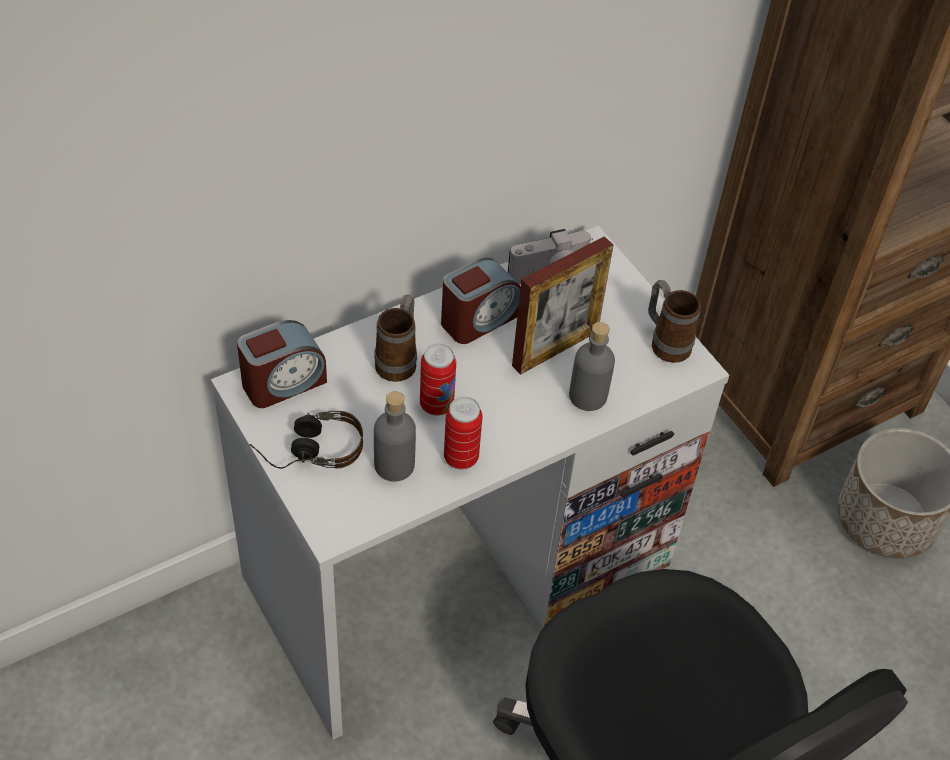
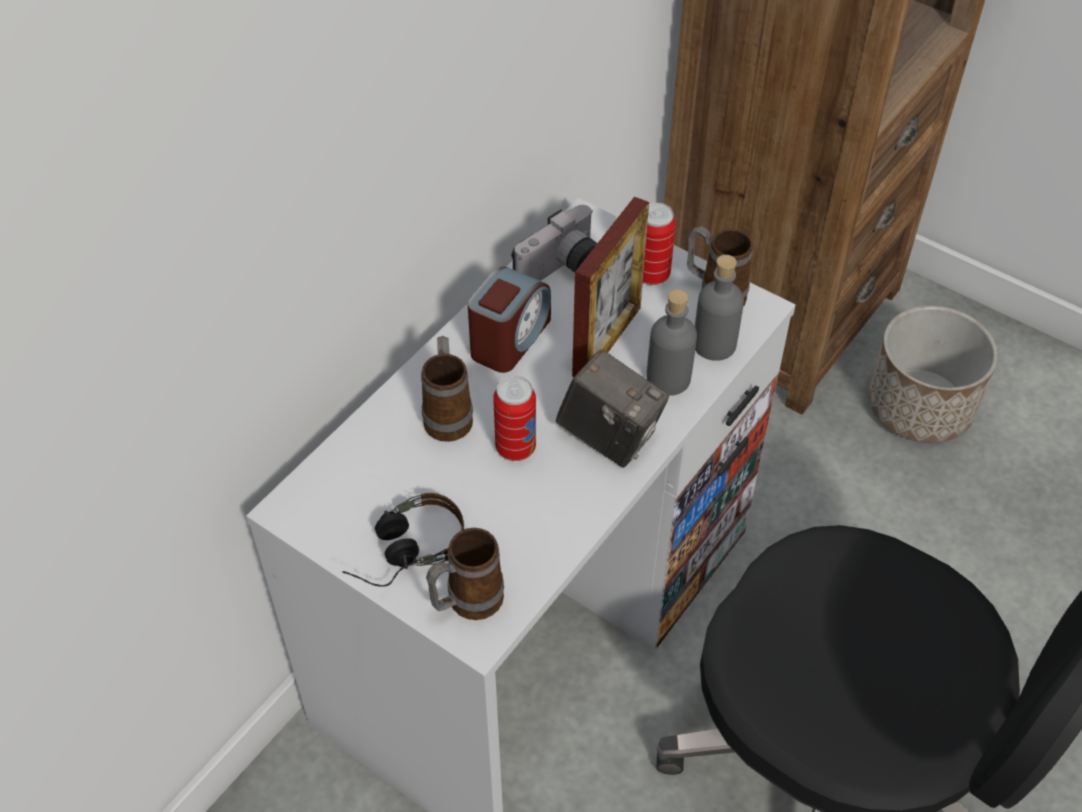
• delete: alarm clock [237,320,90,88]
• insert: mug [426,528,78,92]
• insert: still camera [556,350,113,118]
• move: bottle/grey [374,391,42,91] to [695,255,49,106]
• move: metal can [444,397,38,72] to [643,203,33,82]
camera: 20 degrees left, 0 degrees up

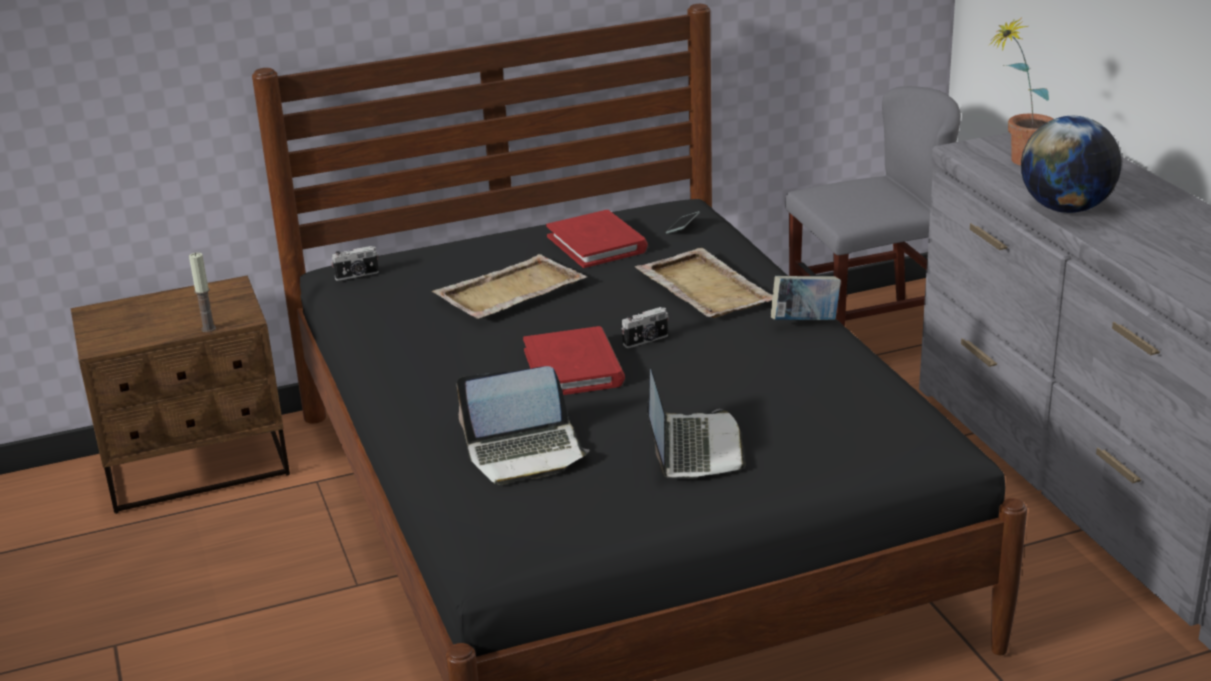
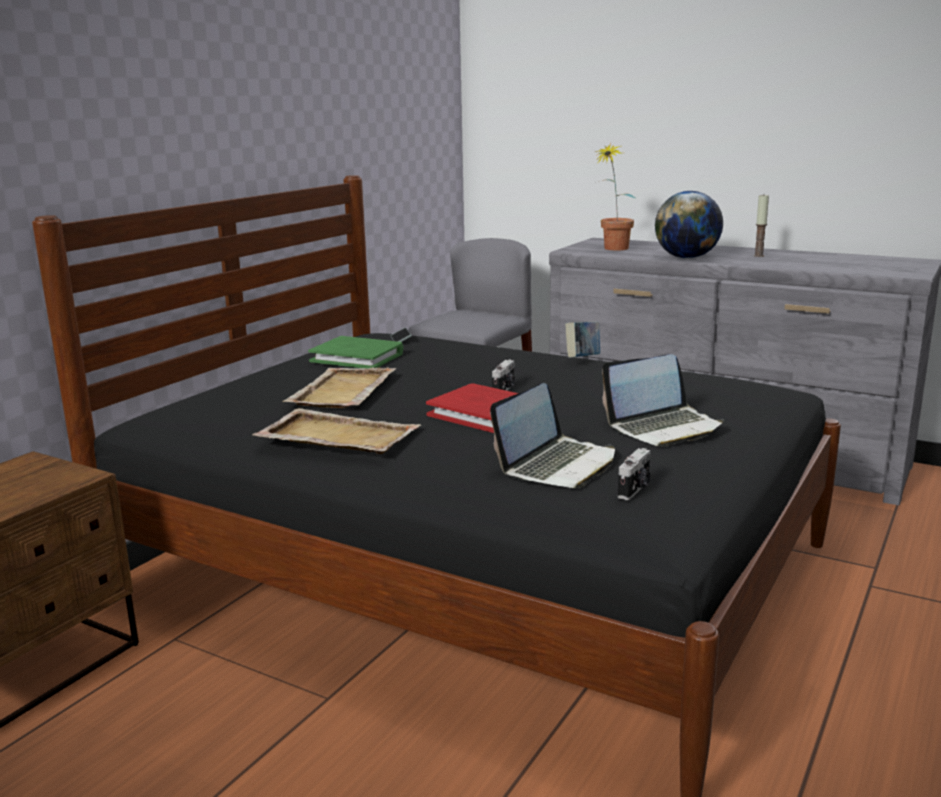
• move: wax candle [189,252,27,80] to [754,195,15,62]
• move: still camera [331,246,48,35] to [618,448,33,52]
• move: carrying tray/beige [635,248,138,70] to [252,408,169,46]
• recolor: volume/red [546,210,102,58] to volume/green [308,336,95,33]
• rotate: laptop [647,369,99,110] = [602,354,122,93] 105 degrees clockwise
camera: 40 degrees left, 10 degrees down

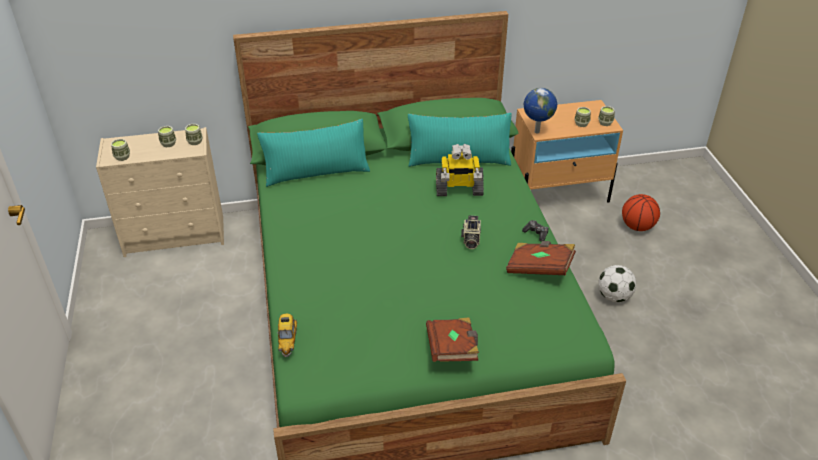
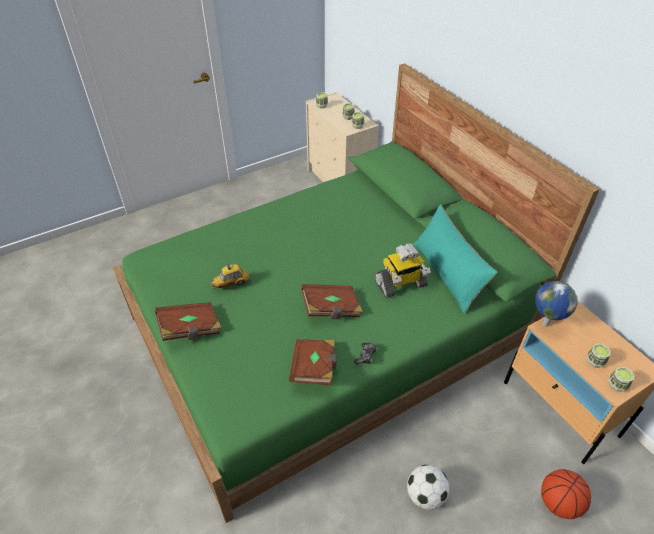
• delete: cushion/blue-green [257,119,113,68]
• move: miniature car [277,314,20,43] to [211,263,39,26]
• replace: still camera [461,215,20,34] to volume/brown-coloured [301,284,62,35]
• rotate: toy robot [436,144,48,52] = [375,243,56,55] 90 degrees counterclockwise
camera: 70 degrees right, 5 degrees up

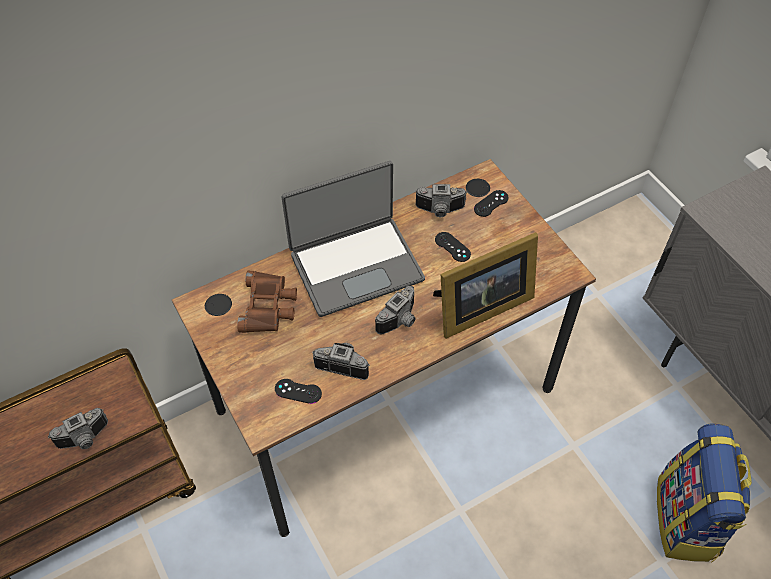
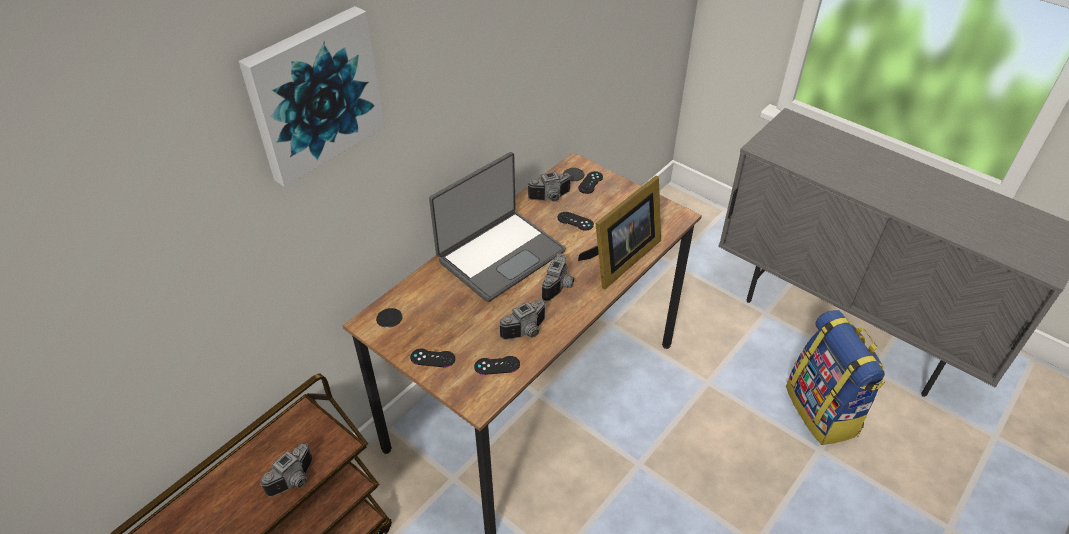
• delete: field glasses/brown-coloured [237,271,60,62]
• insert: wall picture [239,6,146,181]
• insert: game controller/blackish [410,348,45,19]
• rotate: still camera [312,343,58,37] = [499,300,46,40] 150 degrees clockwise
camera: 20 degrees left, 10 degrees down

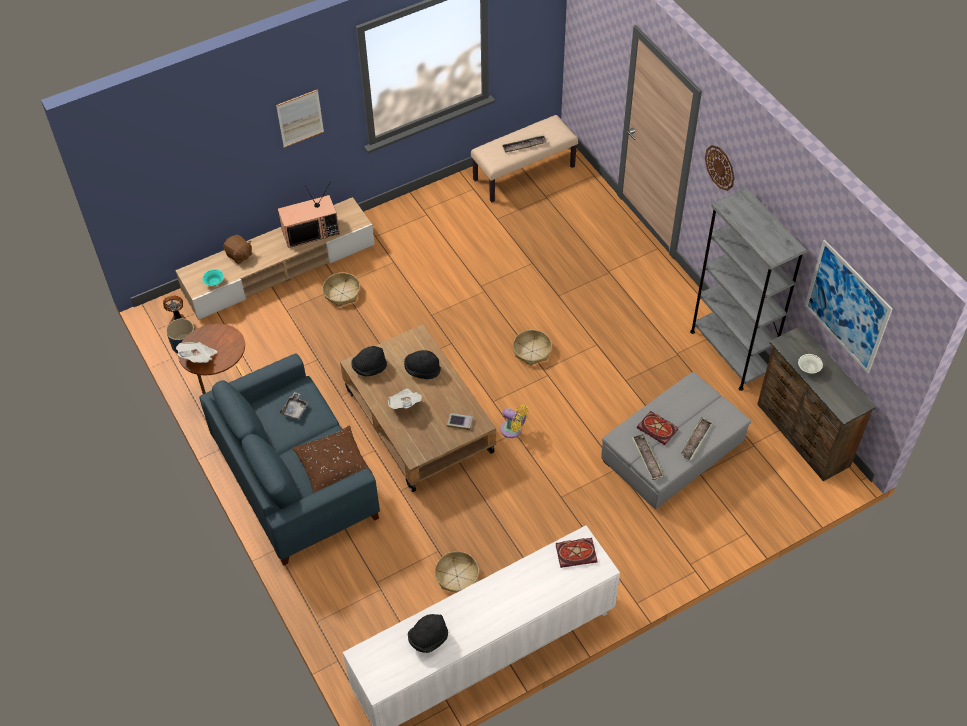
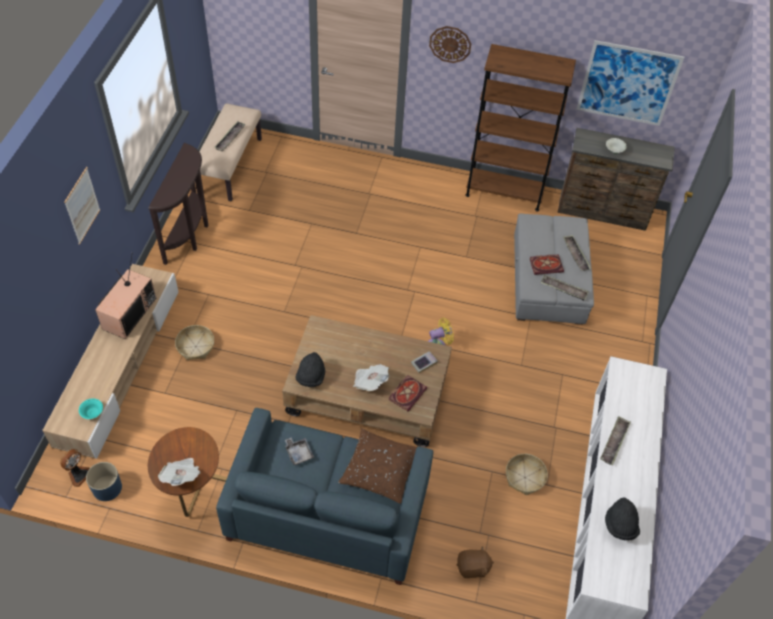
• delete: wearable hat/blackish [404,350,37,29]
• delete: basket [513,330,39,36]
• insert: narrow table/brown-coloured [148,143,60,122]
• insert: carrying tray [600,416,31,49]
• move: soft toy/brown-coloured [223,235,29,29] to [457,546,37,32]
• move: volume [556,538,42,30] to [389,375,38,37]
• recolor: bookcase/grey [690,188,117,203] to bookcase/brown-coloured [465,44,111,167]
camera: 50 degrees left, 0 degrees up

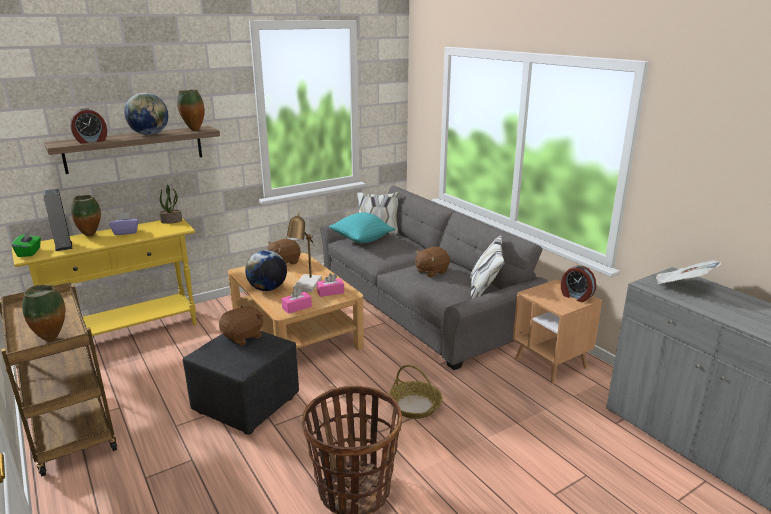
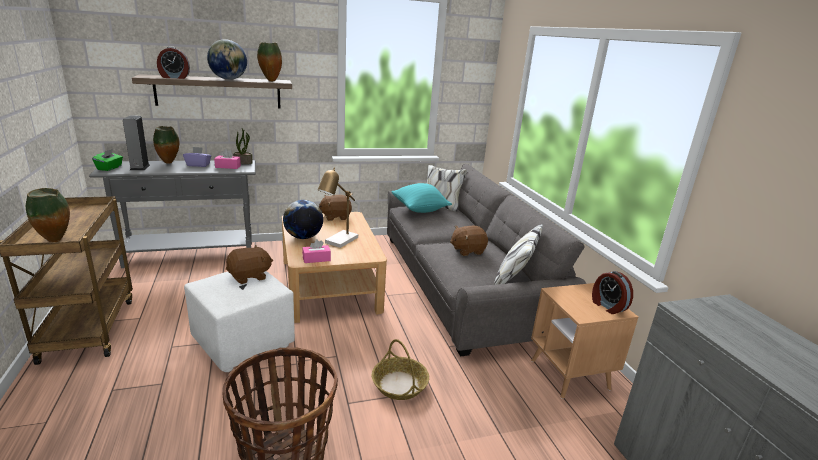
• delete: daily paper [656,260,65,24]
• move: tissue holder/pink [317,273,27,24] to [214,149,27,20]
• recolor: narrow table/yellowish [11,218,186,118] to narrow table/grey [89,160,167,108]
• recolor: pouffe/blackish [183,330,116,105] to pouffe/white-coloured [184,271,111,101]
camera: 15 degrees right, 0 degrees up

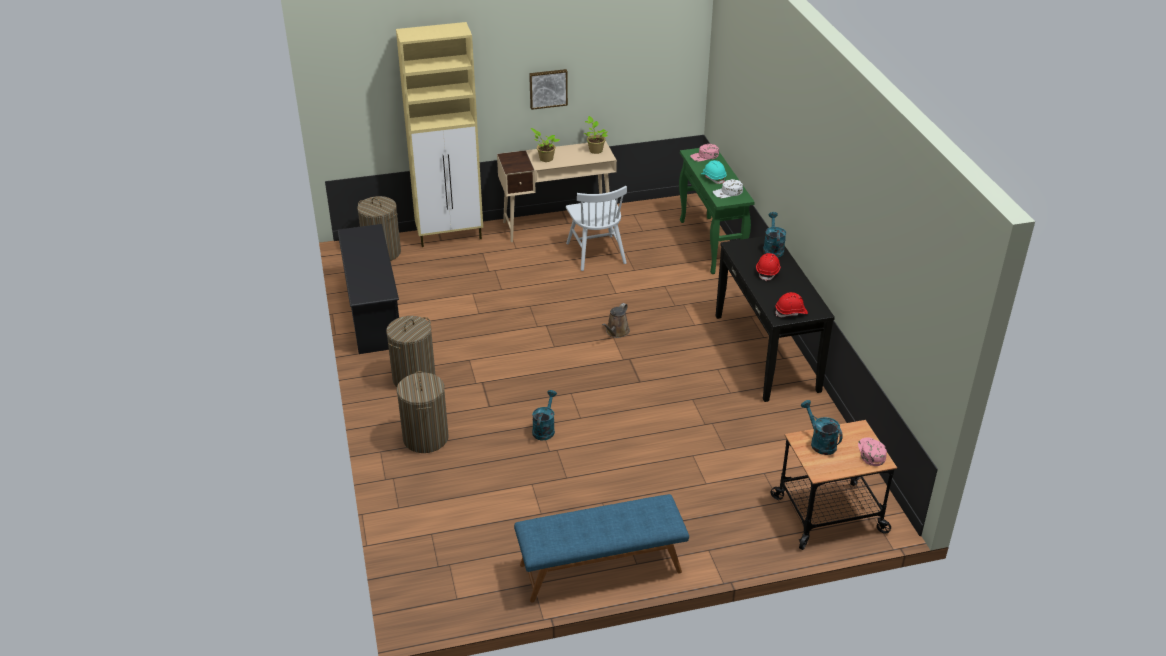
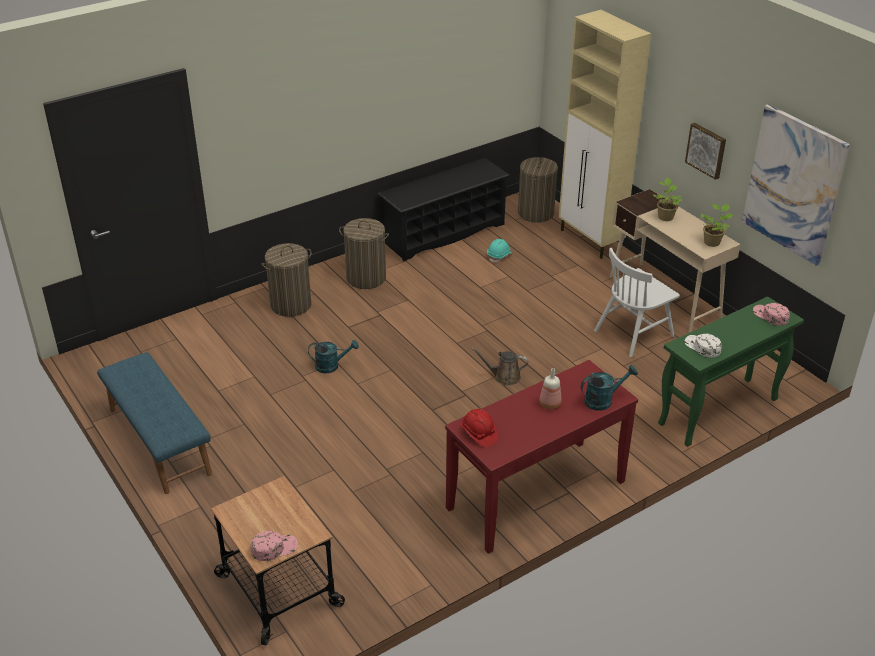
• delete: watering can/blue-green [801,400,42,55]
• insert: wall picture [742,104,108,162]
• move: hard hat/blue-green [701,160,26,24] to [487,239,25,24]
• replace: hard hat/red [756,253,25,28] to bottle [540,368,21,41]
• recolor: narrow table/blackish [716,236,119,166] to narrow table/red [445,360,193,194]
camera: 70 degrees right, 0 degrees up

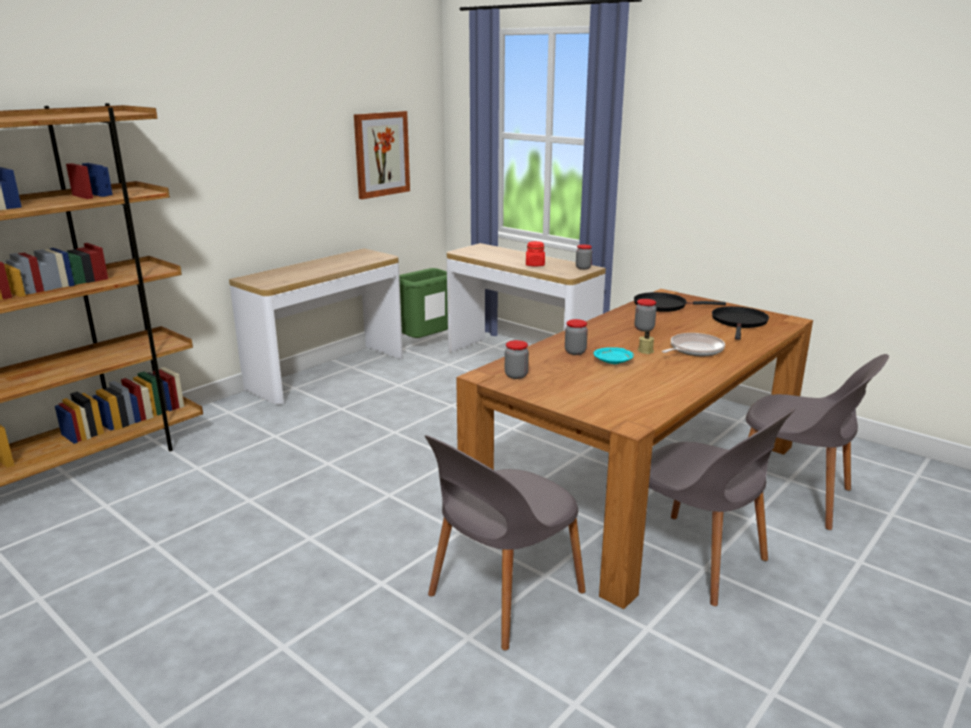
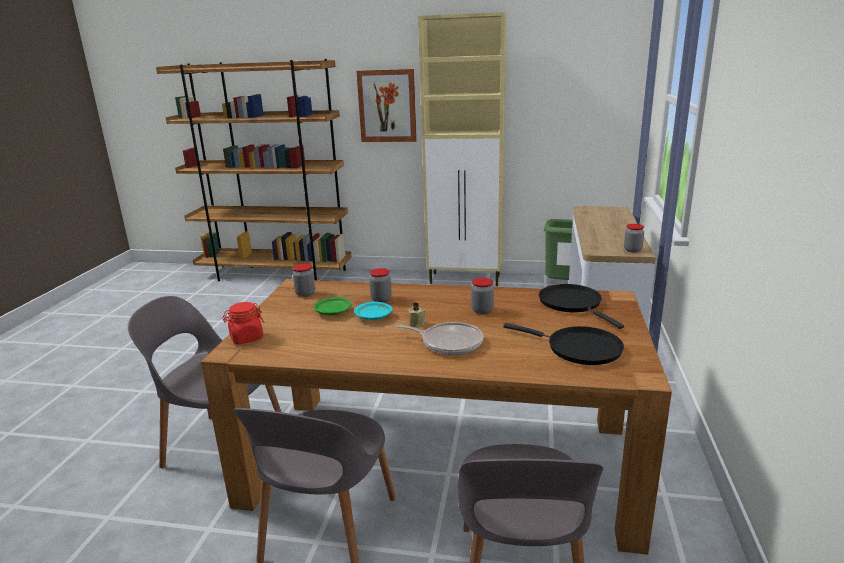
• insert: plate/green [314,297,37,18]
• move: wall picture [354,111,56,88] to [356,69,61,73]
• move: jar/red [526,241,19,26] to [222,302,43,42]
• replace: narrow table [229,248,174,157] to cupboard/beige [418,12,88,274]
• rotate: skillet/blackish [712,306,57,34] = [503,323,121,42] 45 degrees clockwise
camera: 60 degrees right, 0 degrees up

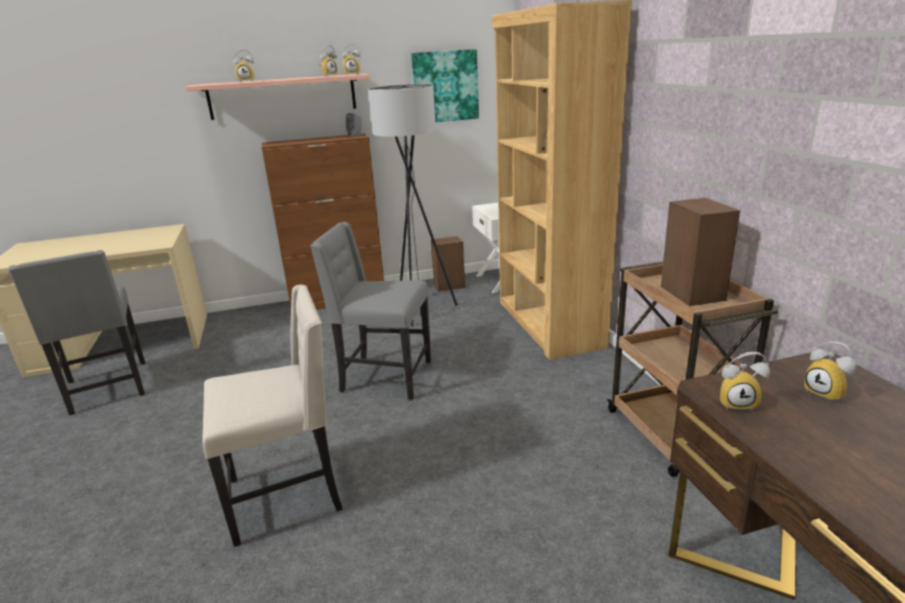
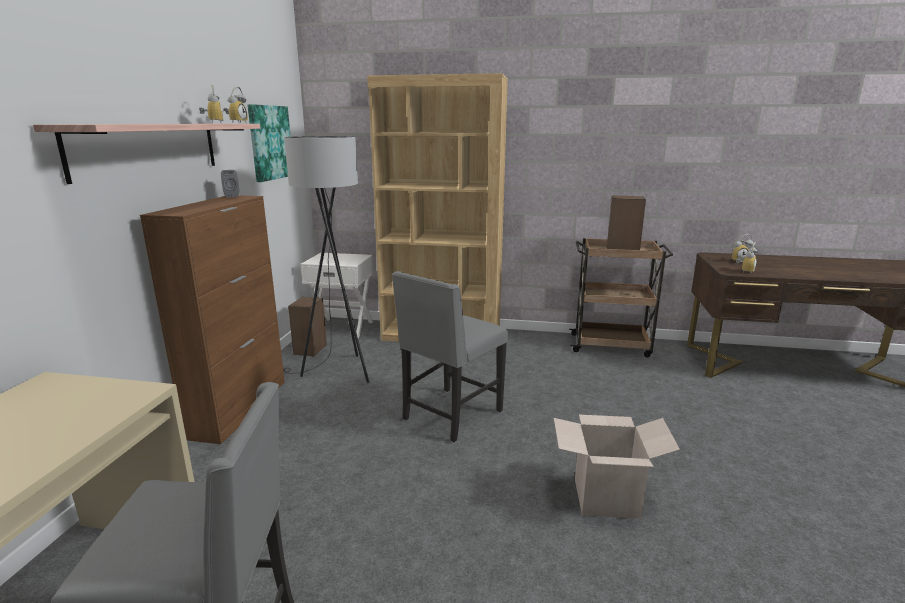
• delete: alarm clock [233,50,22,32]
• replace: upright chair/beige [202,285,140,262] to carton [554,415,126,104]
camera: 65 degrees left, 5 degrees down

